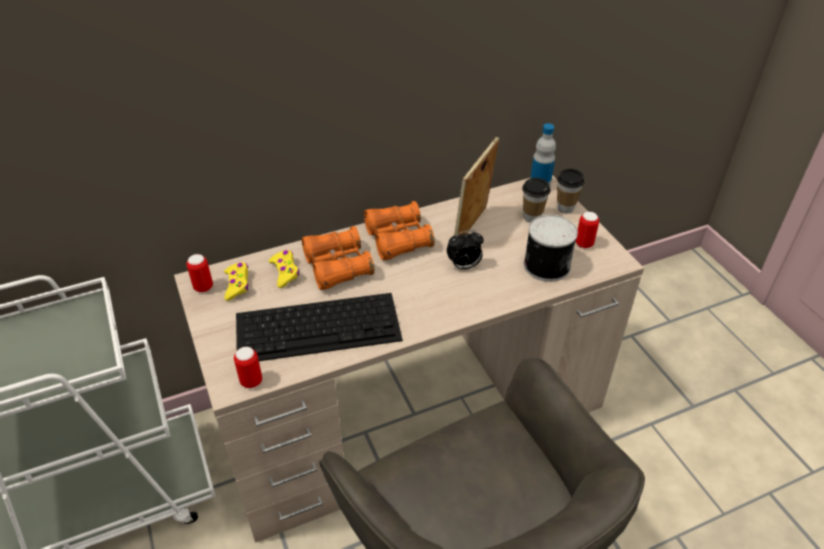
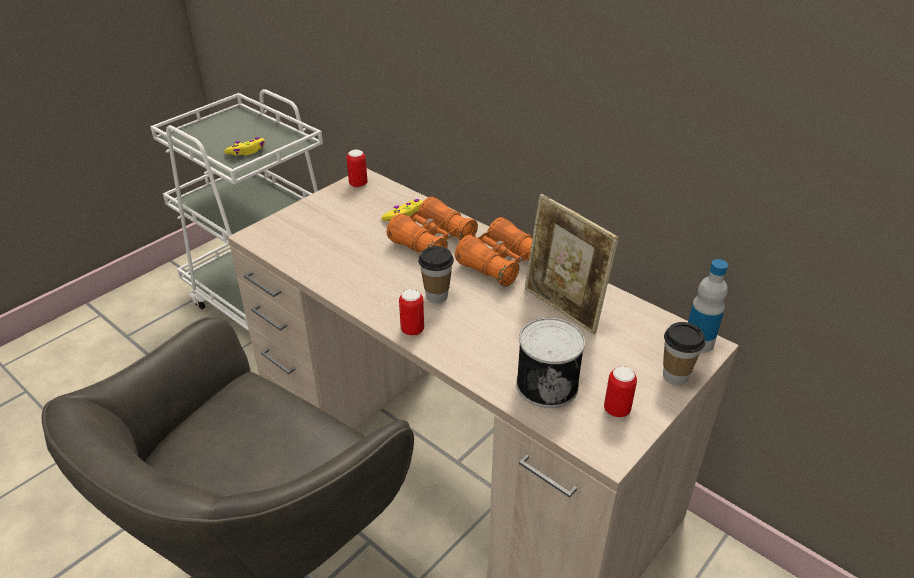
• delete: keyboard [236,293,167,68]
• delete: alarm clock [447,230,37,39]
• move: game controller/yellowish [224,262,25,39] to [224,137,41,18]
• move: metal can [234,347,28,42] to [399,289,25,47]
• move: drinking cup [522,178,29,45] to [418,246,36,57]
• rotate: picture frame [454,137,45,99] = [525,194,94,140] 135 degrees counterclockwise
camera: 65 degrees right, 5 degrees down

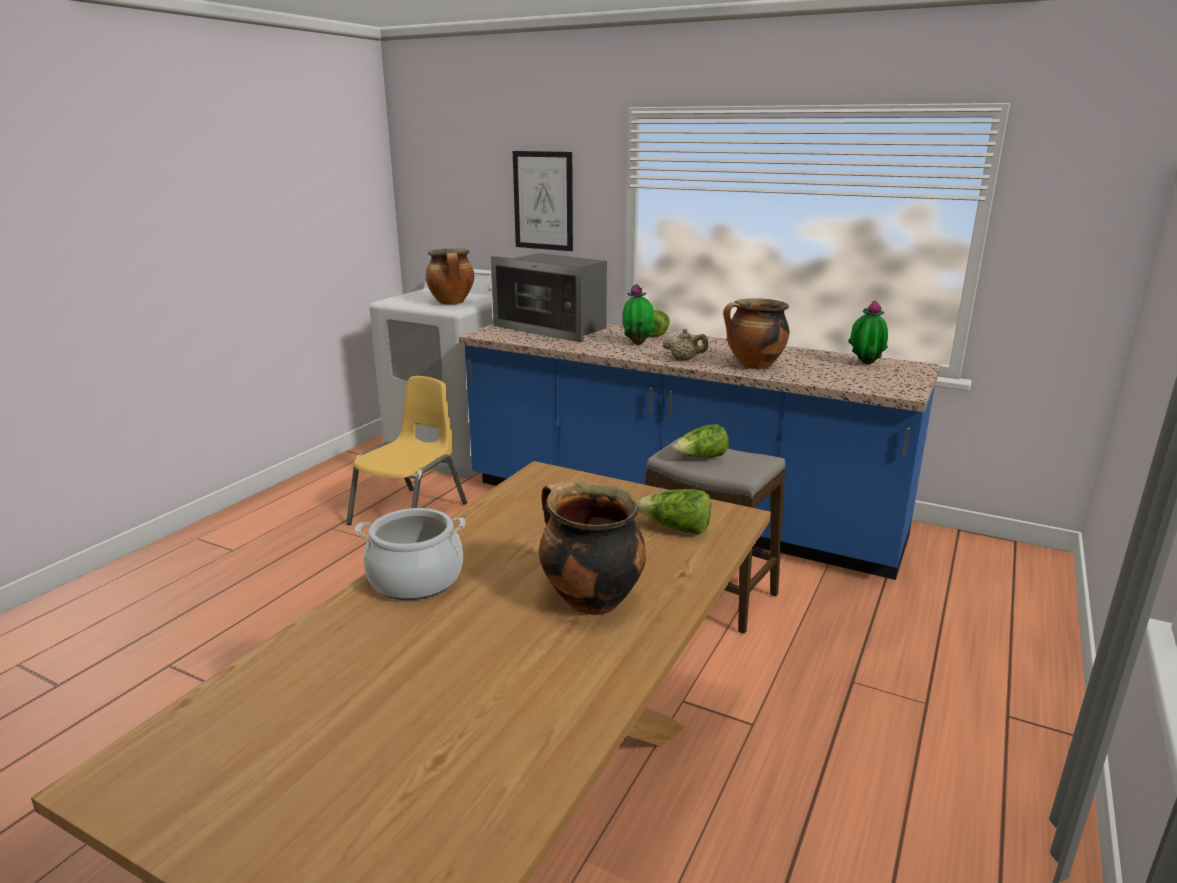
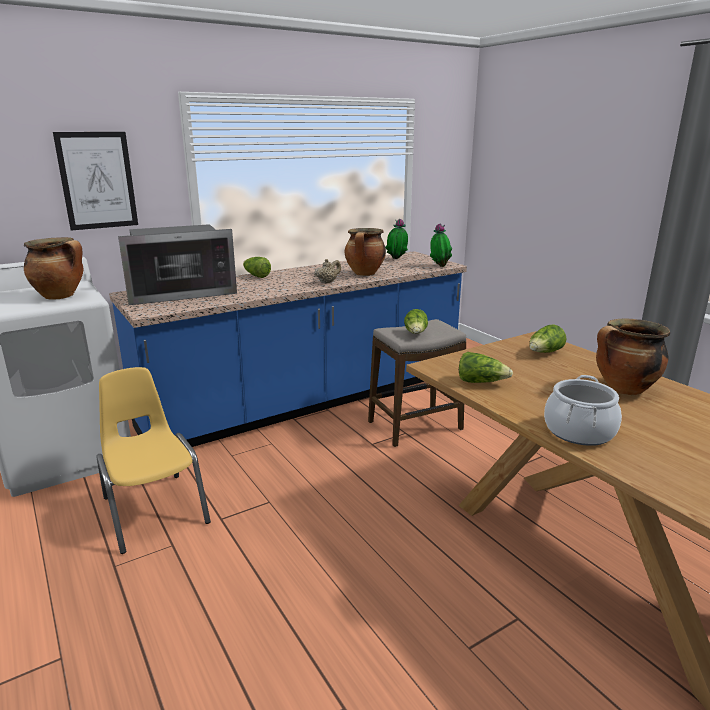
• insert: lettuce [459,352,54,31]
• move: houseplant [623,284,33,61] to [430,223,22,44]
camera: 60 degrees left, 0 degrees up

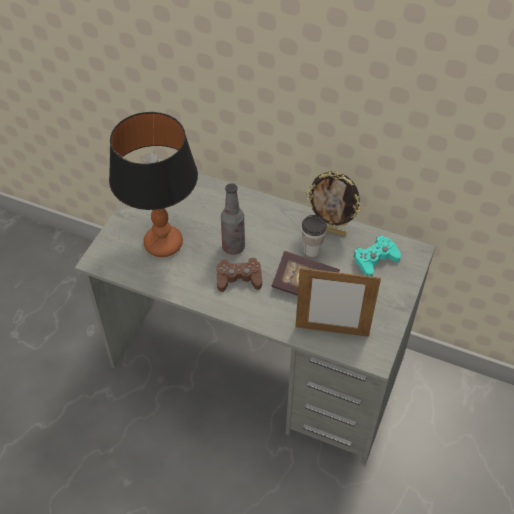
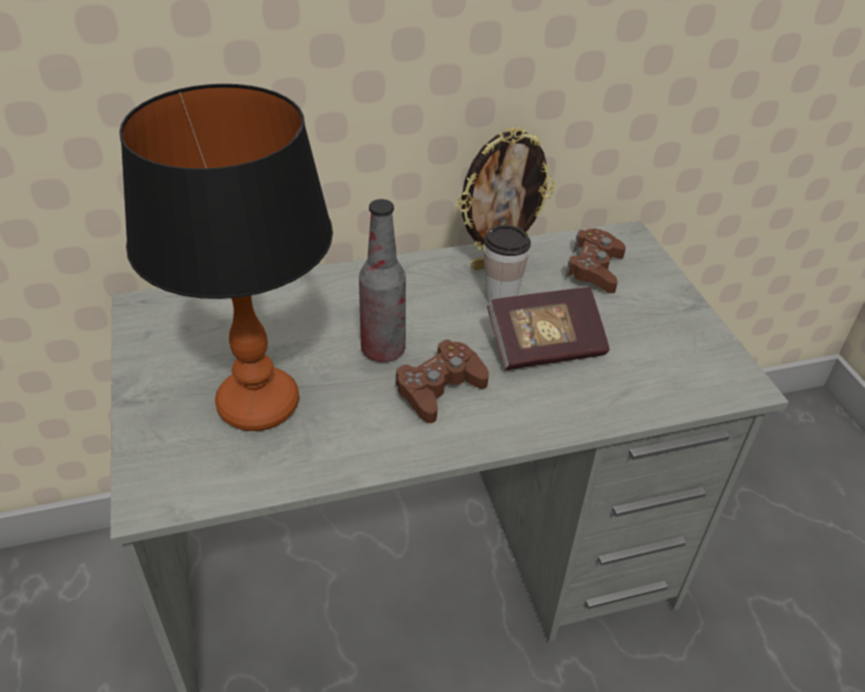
• delete: picture frame [295,267,86,70]
• recolor: game controller/blue-green [354,235,47,42] to game controller/brown-coloured [565,229,61,64]
camera: 40 degrees left, 10 degrees down

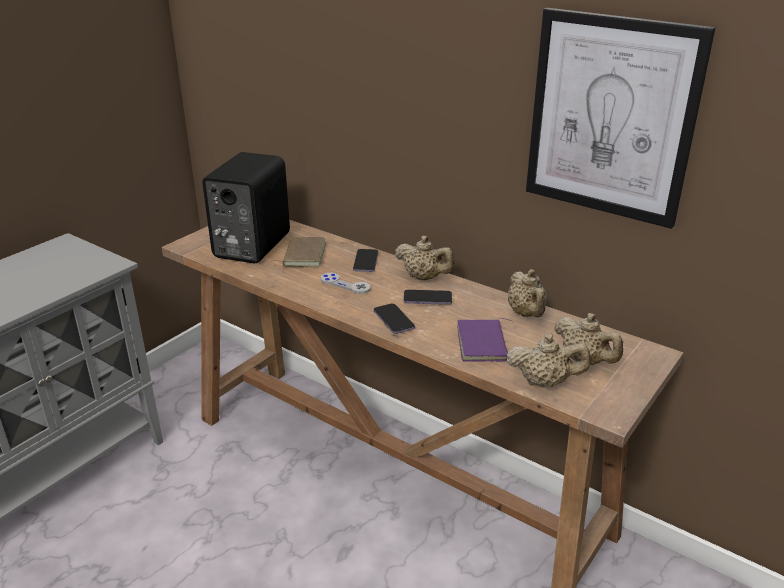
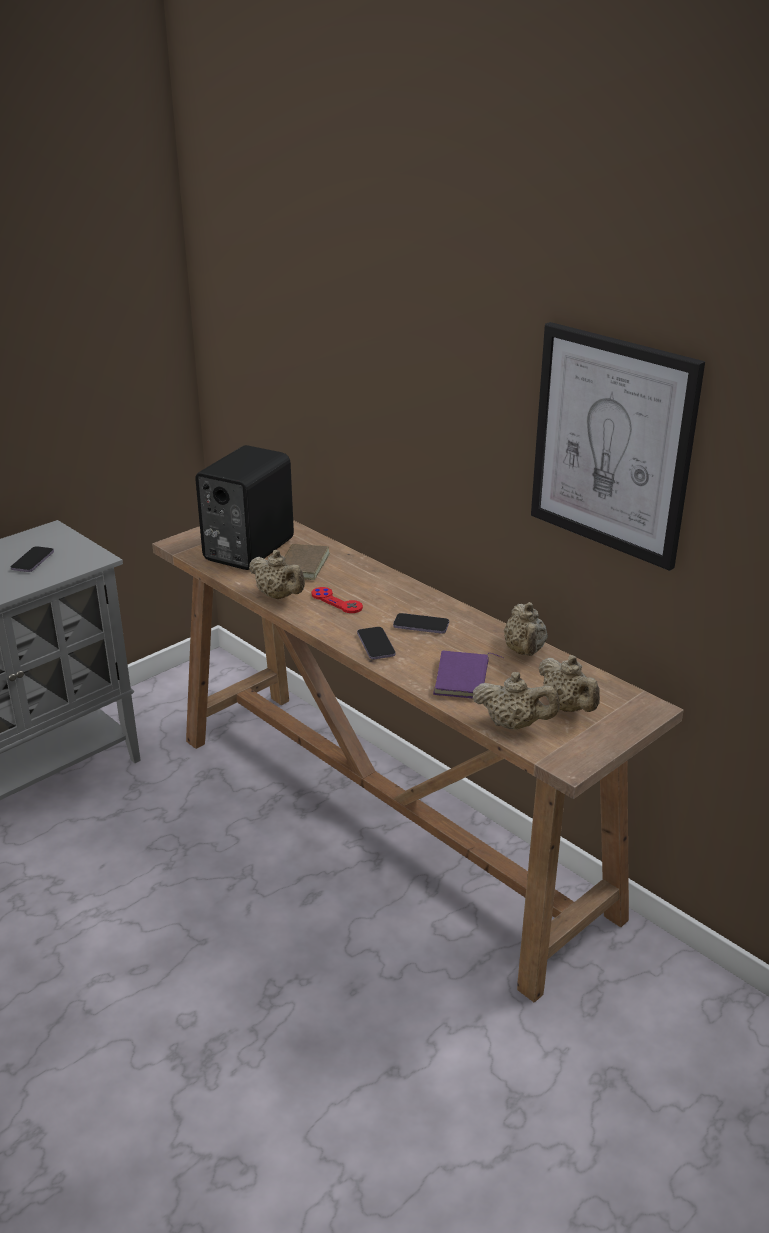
• move: telephone [353,249,25,23] to [11,546,43,26]
• move: tea pot/beige [395,236,60,44] to [249,550,56,49]
• recolor: game controller/grey [321,273,50,21] to game controller/red [312,587,51,26]
camera: 10 degrees right, 0 degrees up

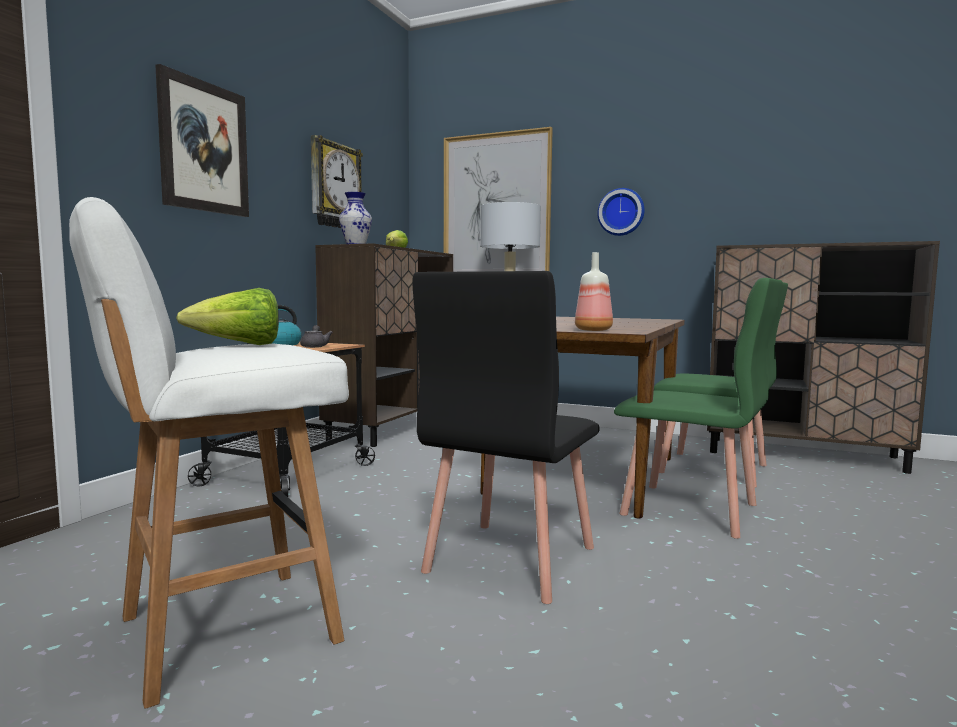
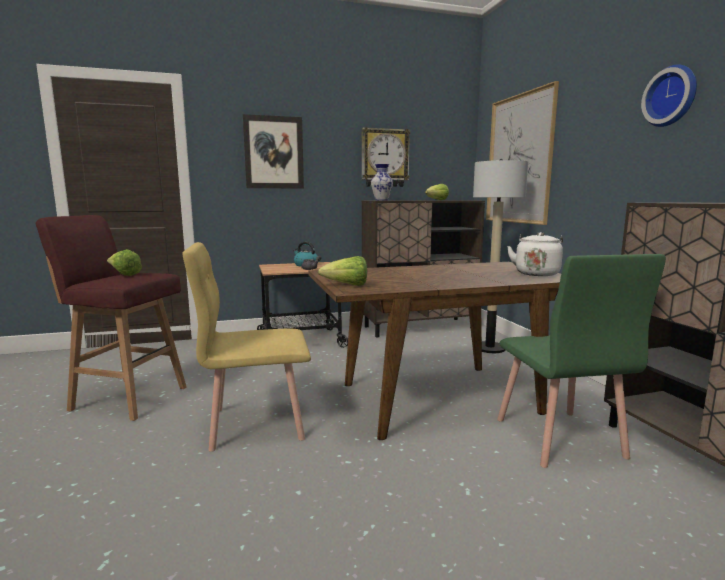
• delete: upright chair/green [614,278,169,261]
• insert: kettle/white-coloured [507,232,56,44]
• move: wall clock [597,188,48,48] to [641,64,56,63]
• replace: bottle [575,252,38,79] to lettuce [318,256,49,30]
• recolor: stool seat/white-coloured [69,197,280,512] to stool seat/red [35,215,152,206]
• recolor: upright chair/blackish [412,271,188,333] to upright chair/yellowish [183,242,128,210]
camera: 50 degrees right, 5 degrees up

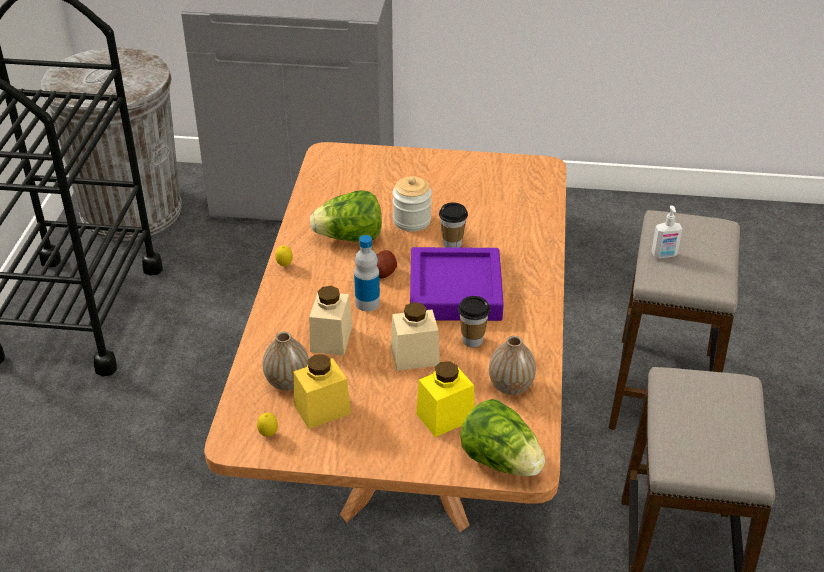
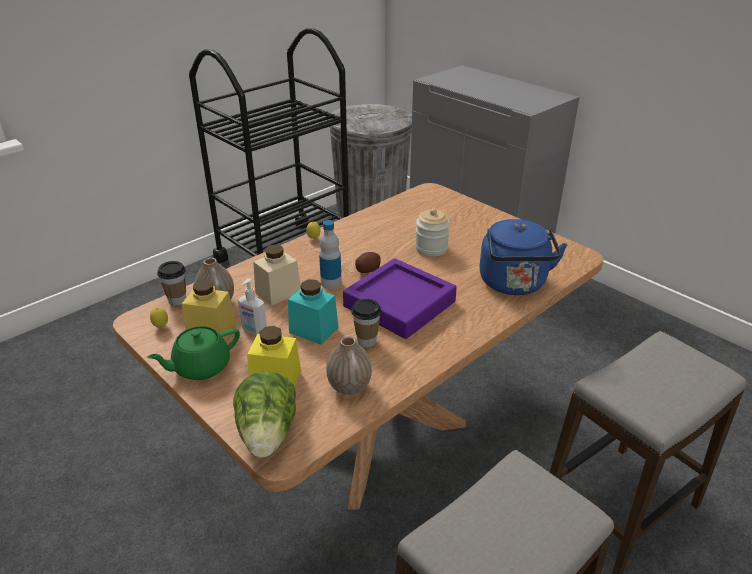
• delete: lettuce [310,190,72,52]
• insert: tea pot/green [147,326,93,54]
• insert: kettle/bluish [479,219,88,76]
• move: drinking cup [439,202,29,46] to [157,261,29,45]
• move: liquid soap bottle [651,205,32,54] to [238,278,29,57]
• recolor: jar/beige [391,302,49,69] to jar/blue-green [288,279,50,66]
camera: 40 degrees right, 5 degrees down

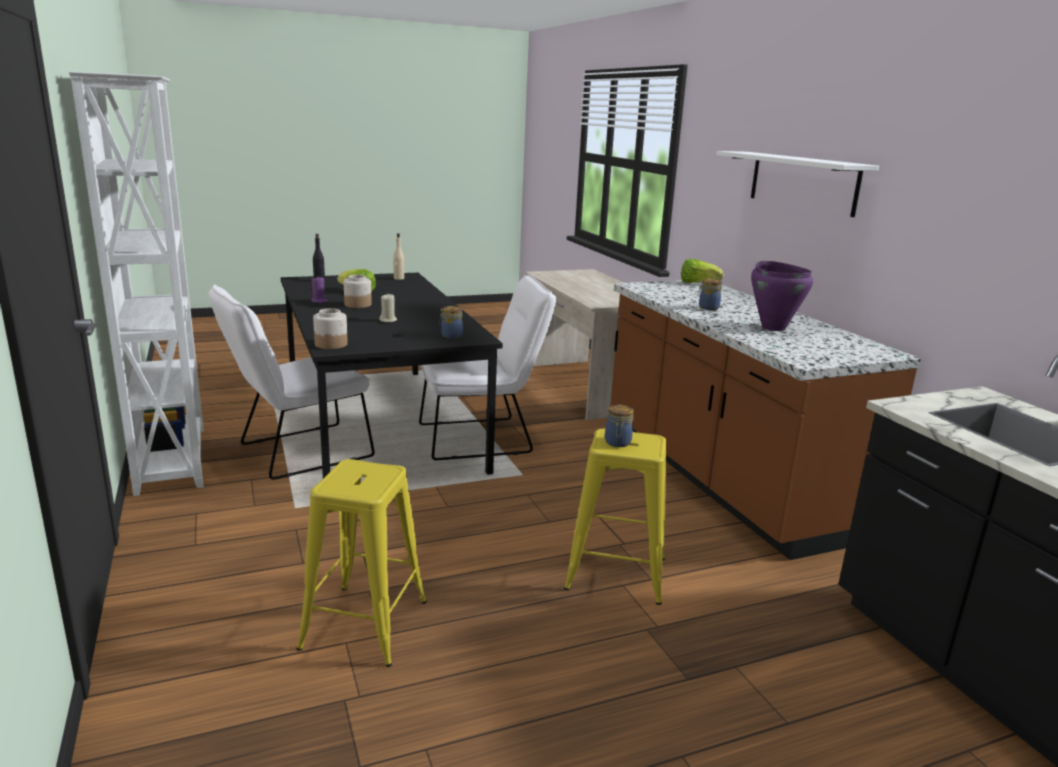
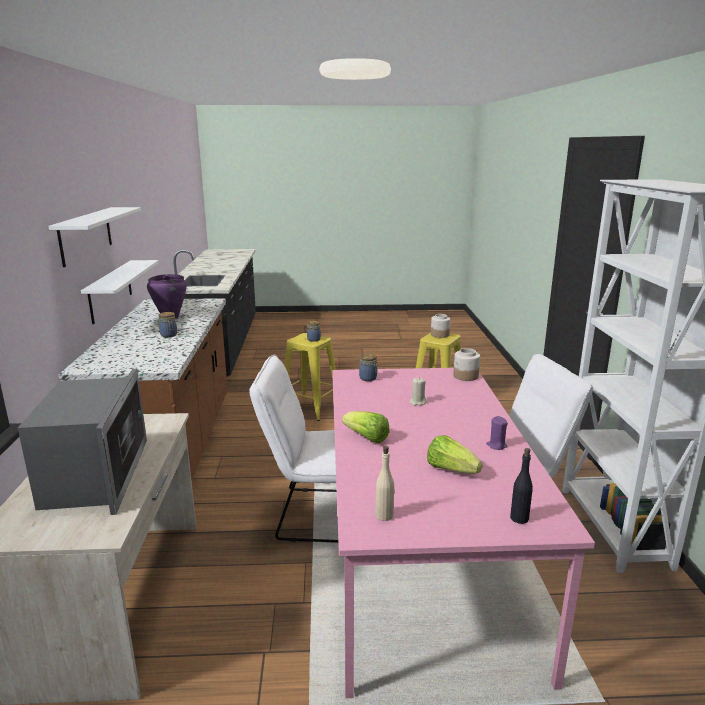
• insert: microwave oven [18,369,129,146]
• insert: bracket shelf/white-coloured [81,260,78,64]
• move: jar [344,275,28,33] to [431,314,19,24]
• move: lettuce [681,259,43,24] to [342,411,47,32]
• recolor: kitchen table/blackish [281,273,222,205] to kitchen table/pink [332,368,263,330]
camera: 160 degrees left, 0 degrees up

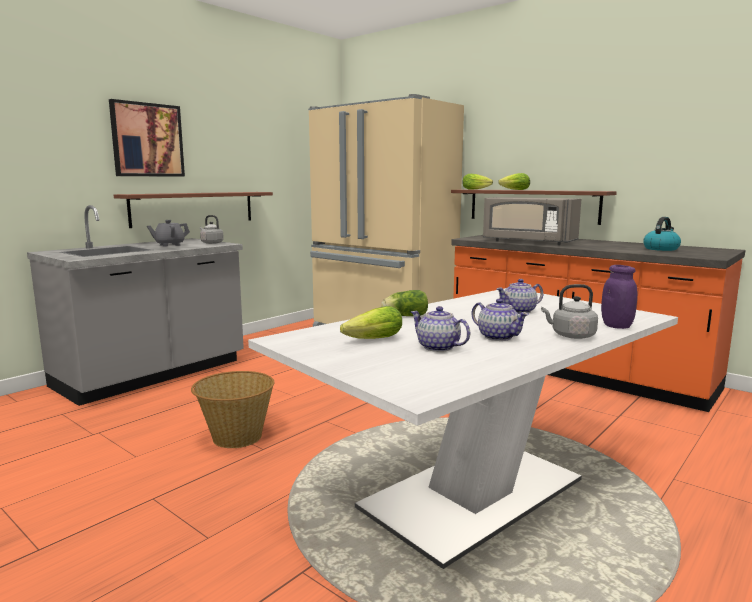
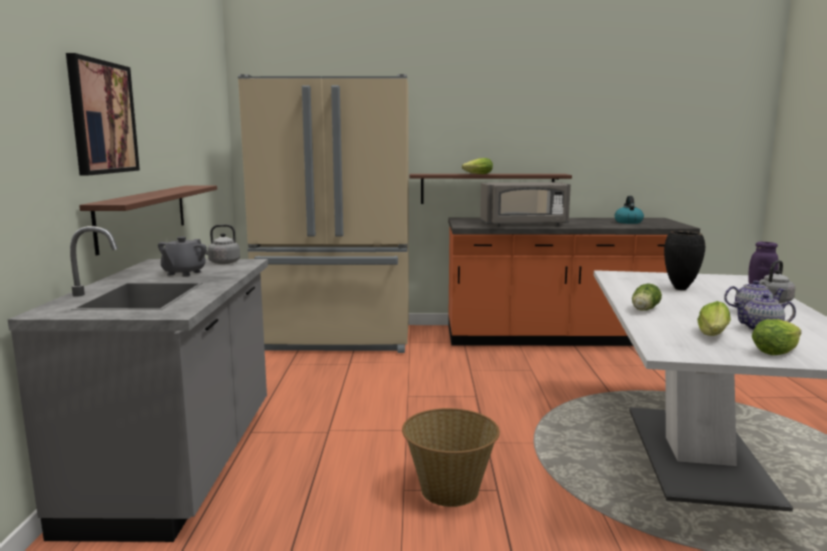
• move: lettuce [463,174,30,16] to [752,319,49,36]
• replace: tea pot [497,279,46,35] to decorative vase/blackish [664,231,41,59]
camera: 40 degrees left, 0 degrees up

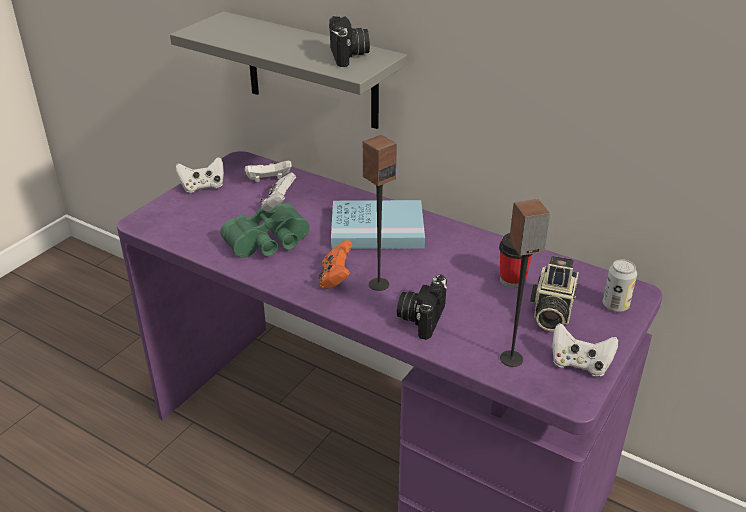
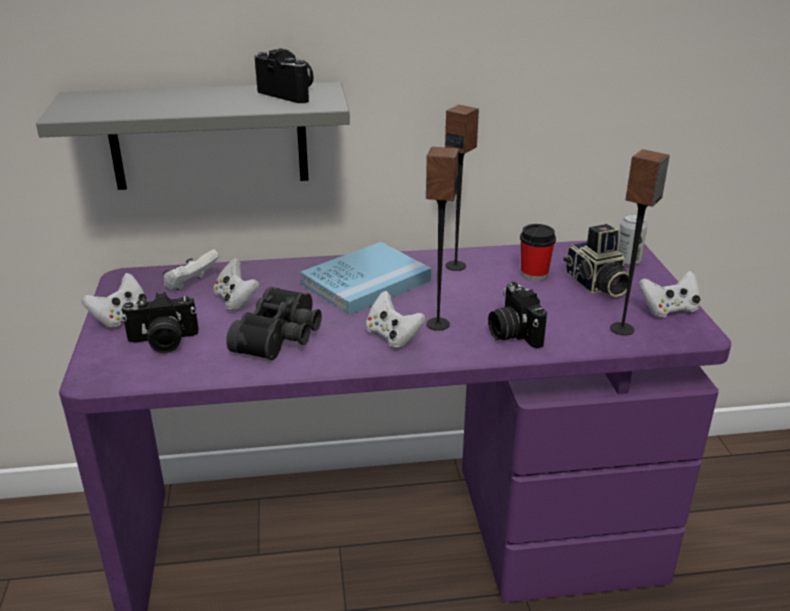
• insert: still camera [122,292,76,61]
• insert: loudspeaker [445,105,34,166]
• recolor: field glasses/green [221,203,89,55] to field glasses/blackish [226,287,96,73]
• recolor: game controller/orange [319,240,33,49] to game controller/white-coloured [366,291,60,57]
camera: 40 degrees left, 5 degrees down

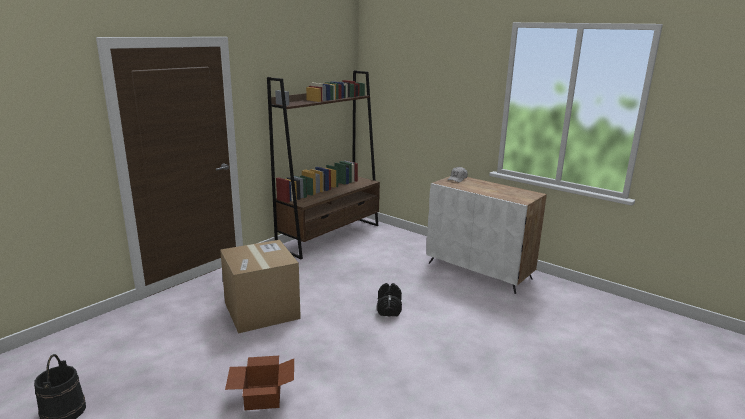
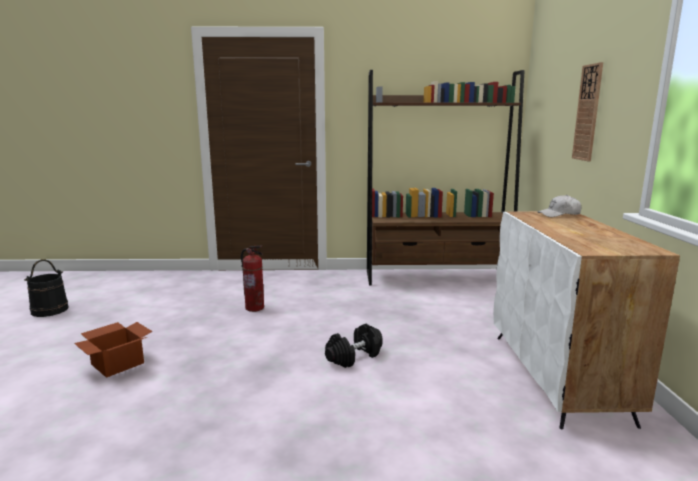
• insert: wall clock [572,62,31,99]
• replace: carton [220,240,81,94] to fire extinguisher [241,245,23,67]
camera: 50 degrees right, 5 degrees down

